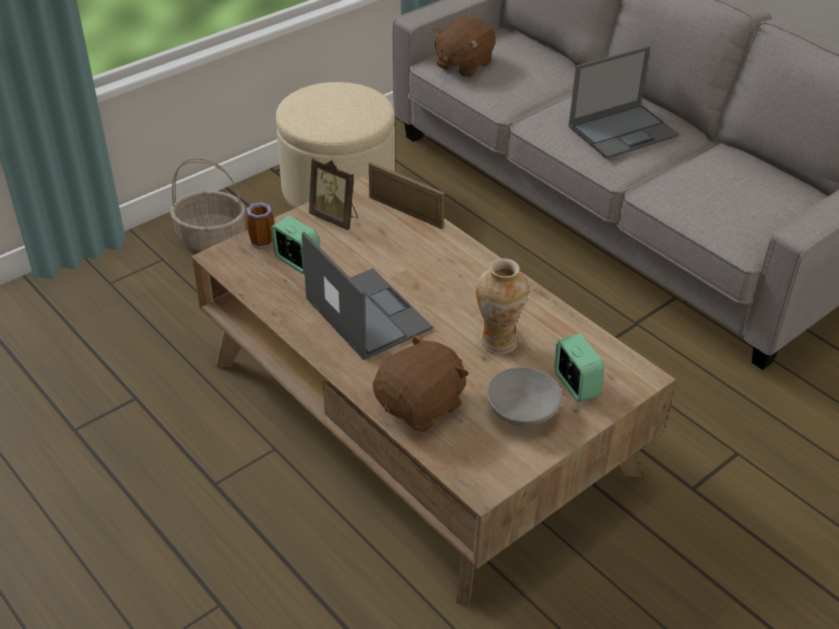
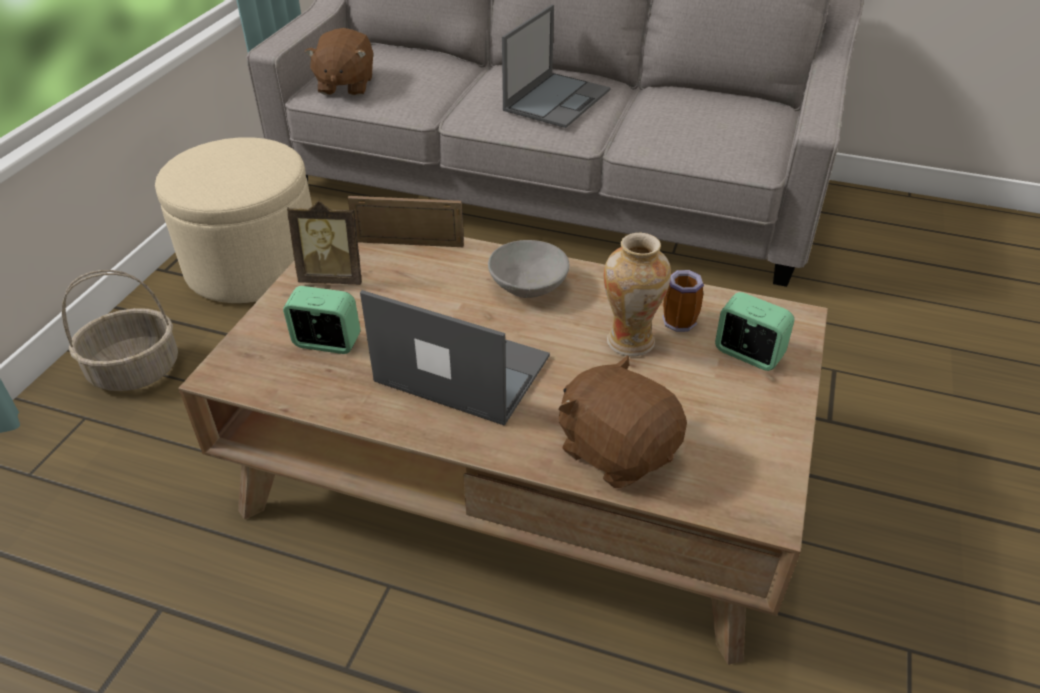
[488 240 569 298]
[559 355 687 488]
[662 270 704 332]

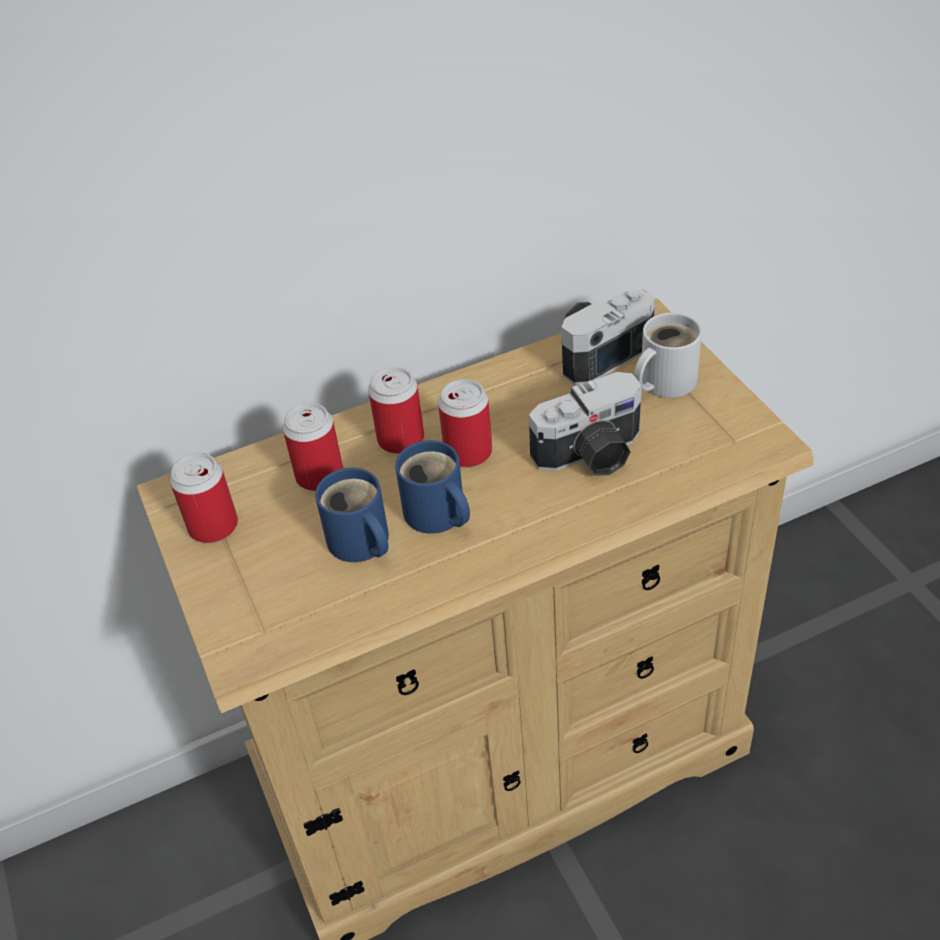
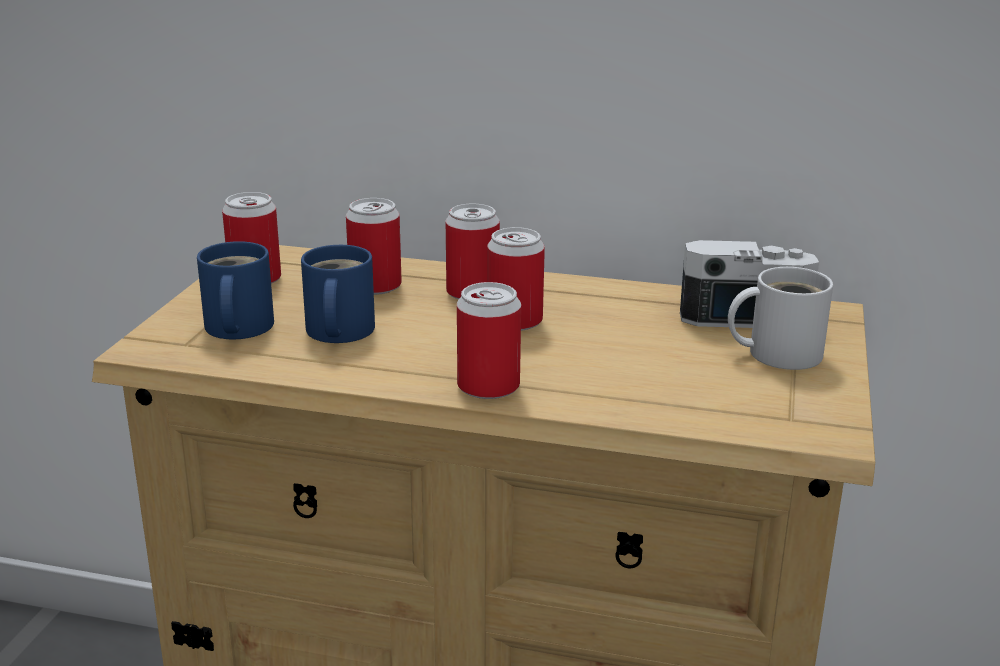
[197 241 274 339]
[457 282 521 399]
[529 372 642 476] (first image)

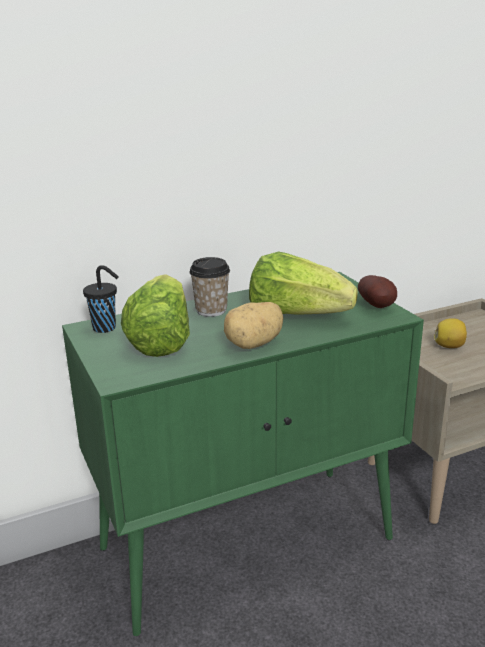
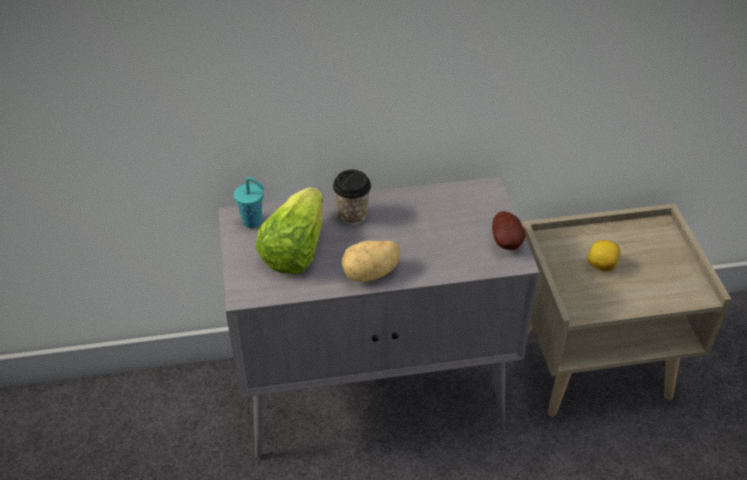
[218 177 540 458]
[234 177 265 228]
[249 251 358 315] (first image)

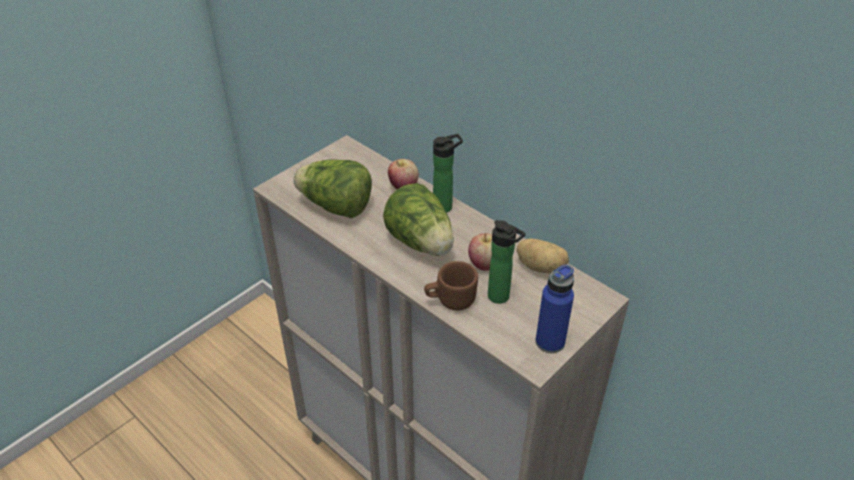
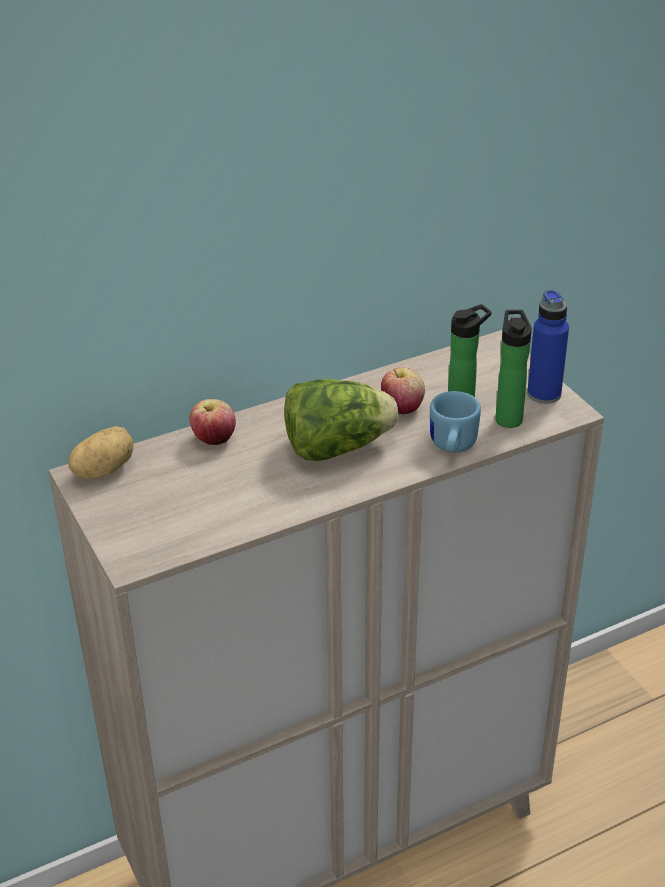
[68 426 134 479]
[430 391 481 452]
[495 310 532 428]
[294 159 372 218] (first image)

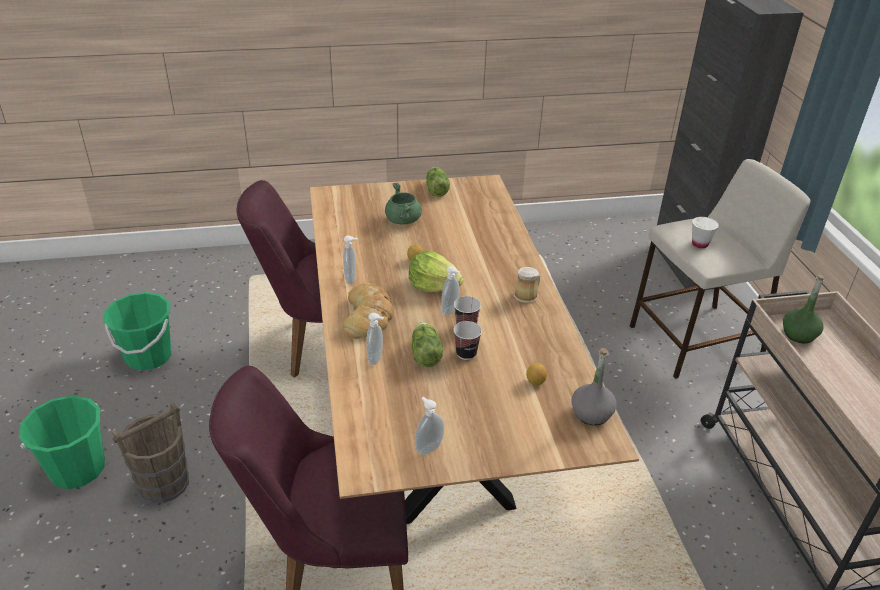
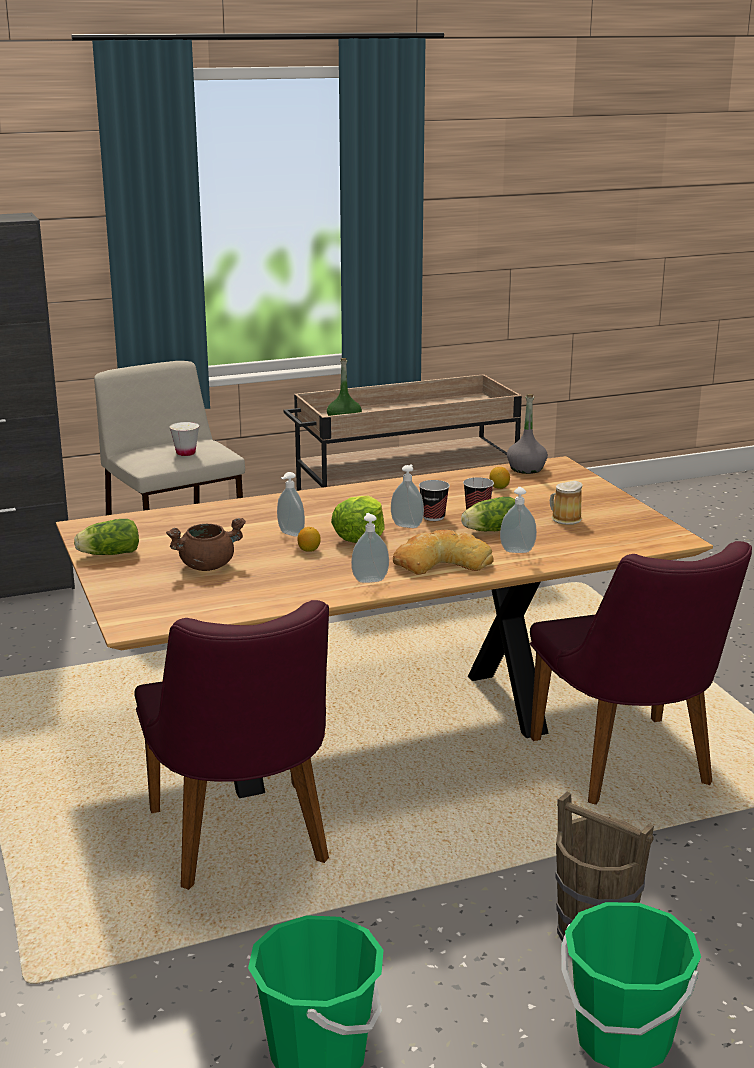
[166 518 246 571]
[277 472 305 537]
[550 481 583 525]

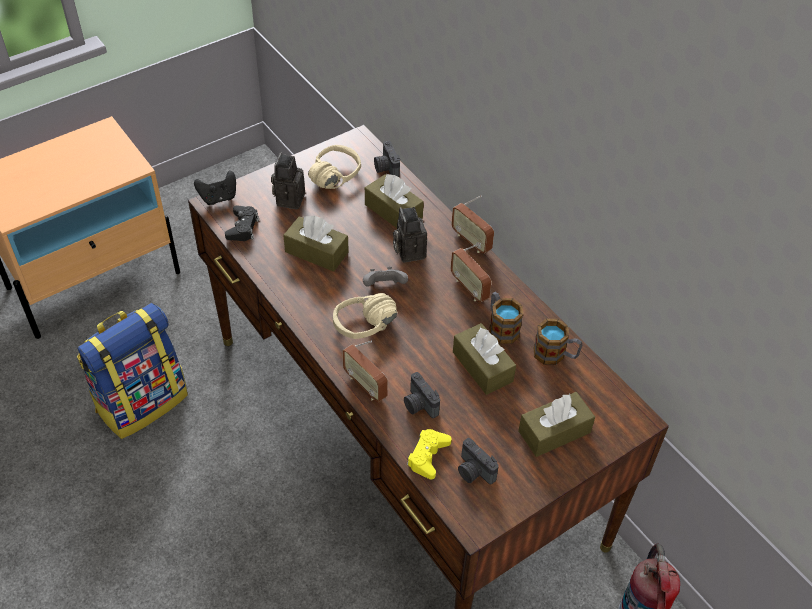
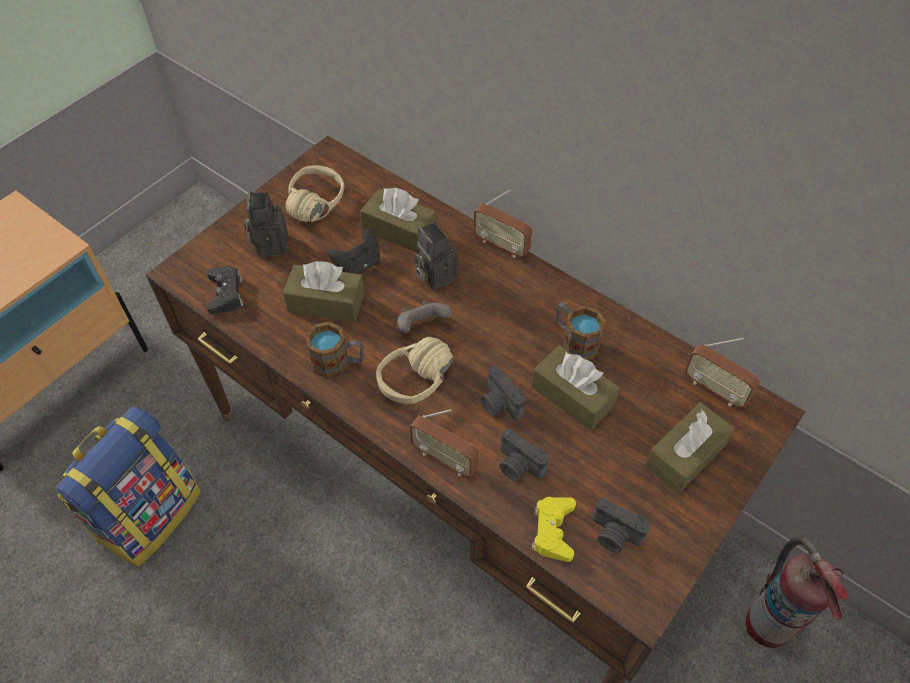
[305 322 364 379]
[328 228 380 274]
[481 366 525 420]
[685 338 760 408]

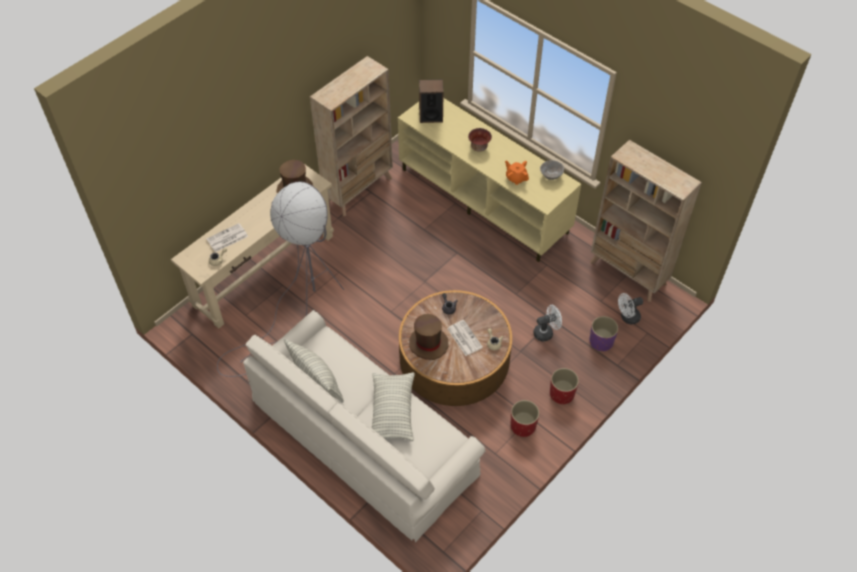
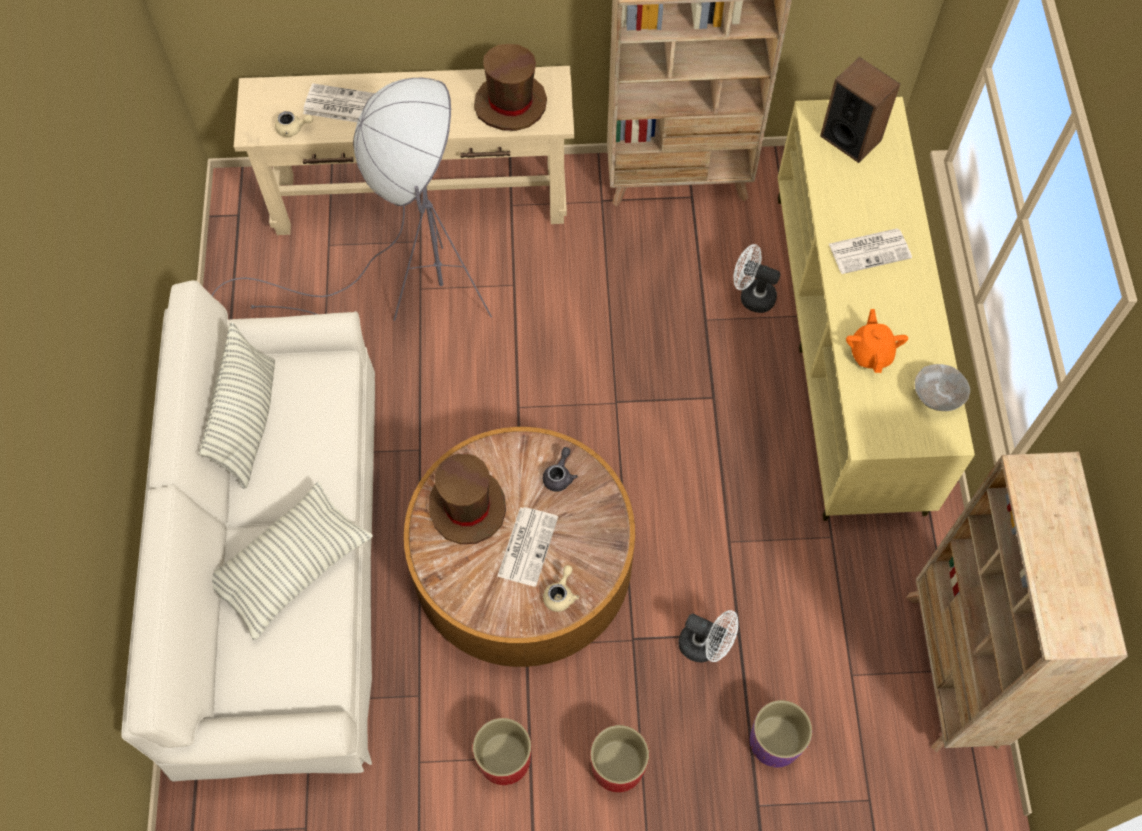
[733 244 780 313]
[829 228 912 274]

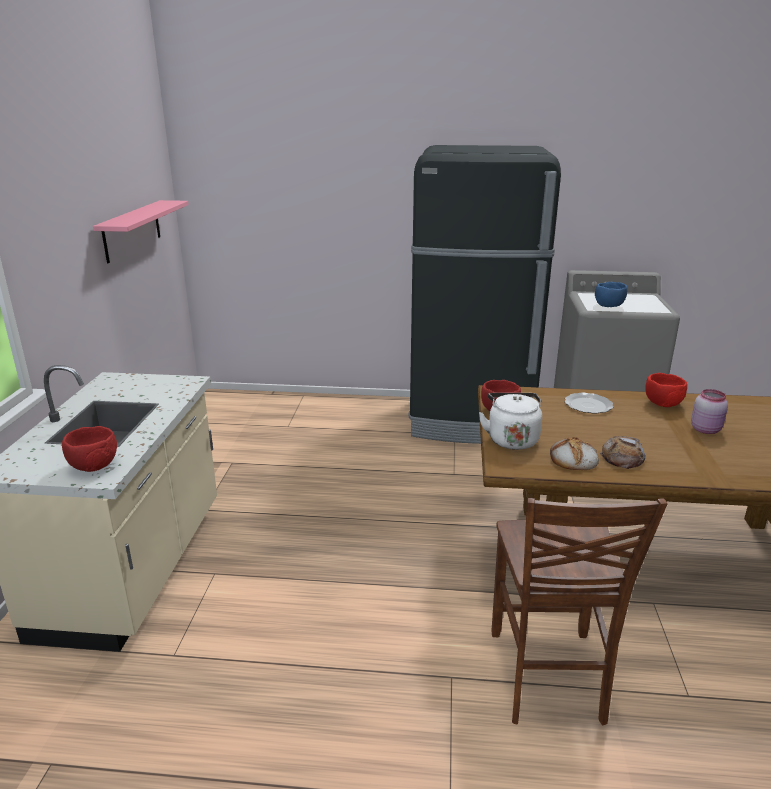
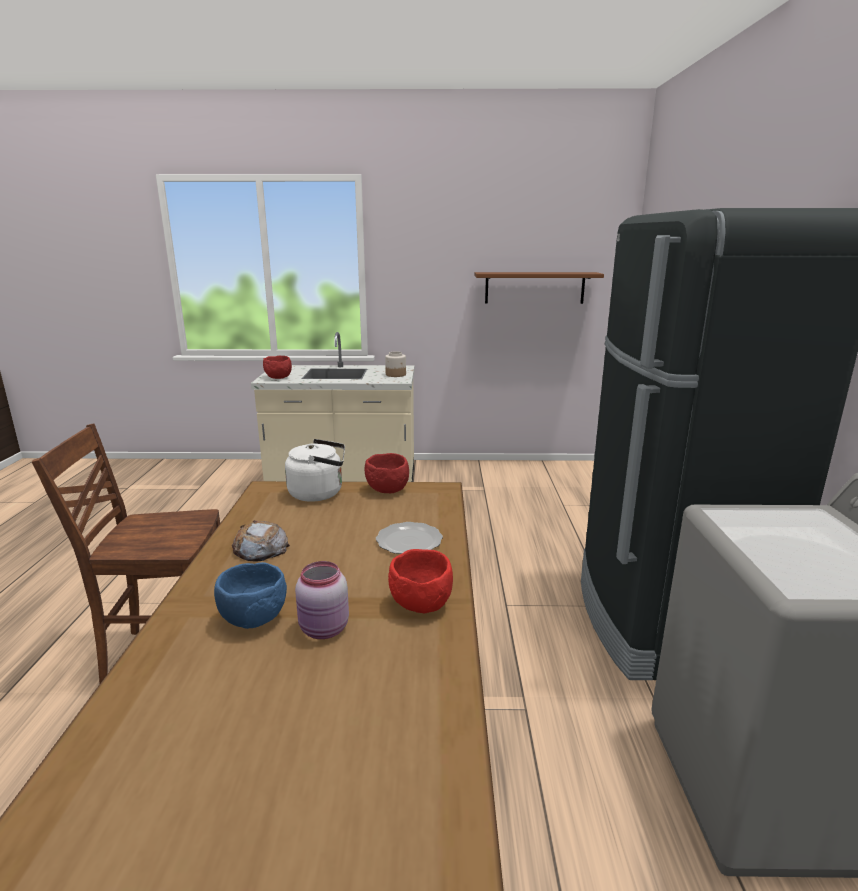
[214 562 287 629]
[385 352 406 377]
[475 272 604 304]
[550 437 599 470] (first image)

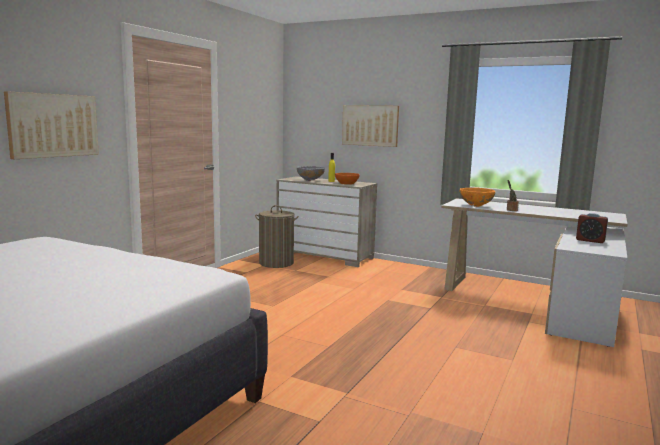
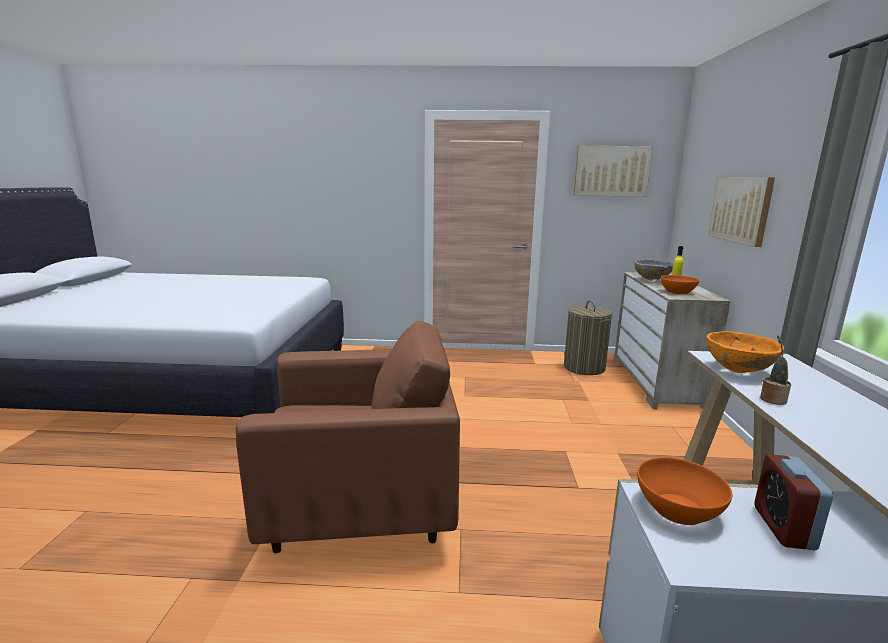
[236 321 460 553]
[574 146 653 197]
[637 457 732 525]

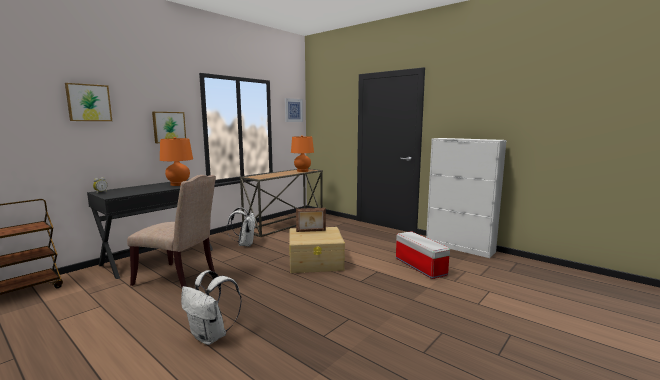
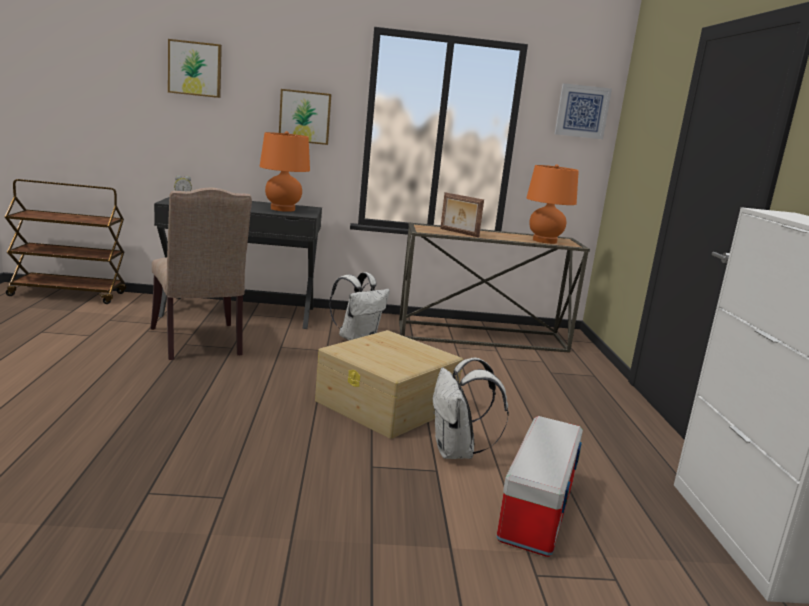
[433 358 509 459]
[440 192 484 237]

